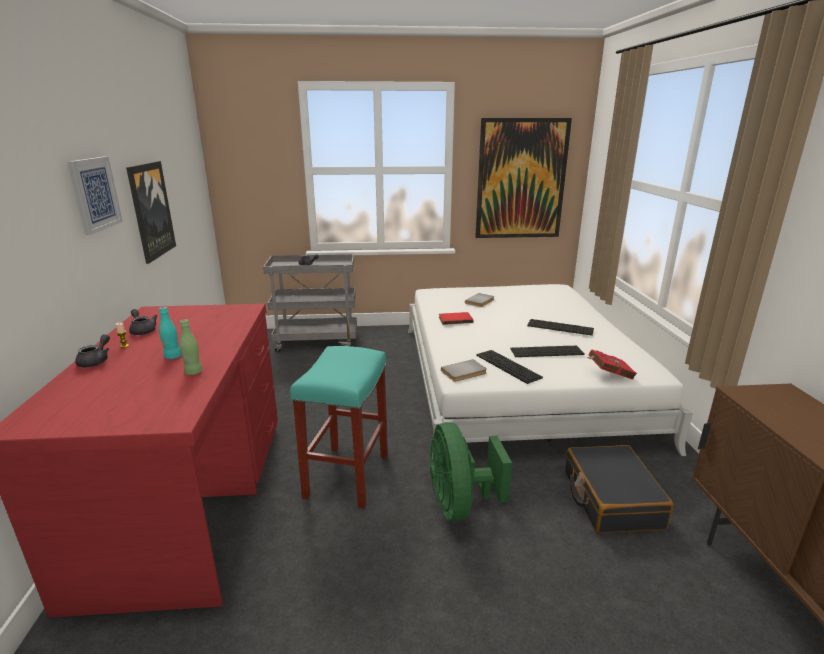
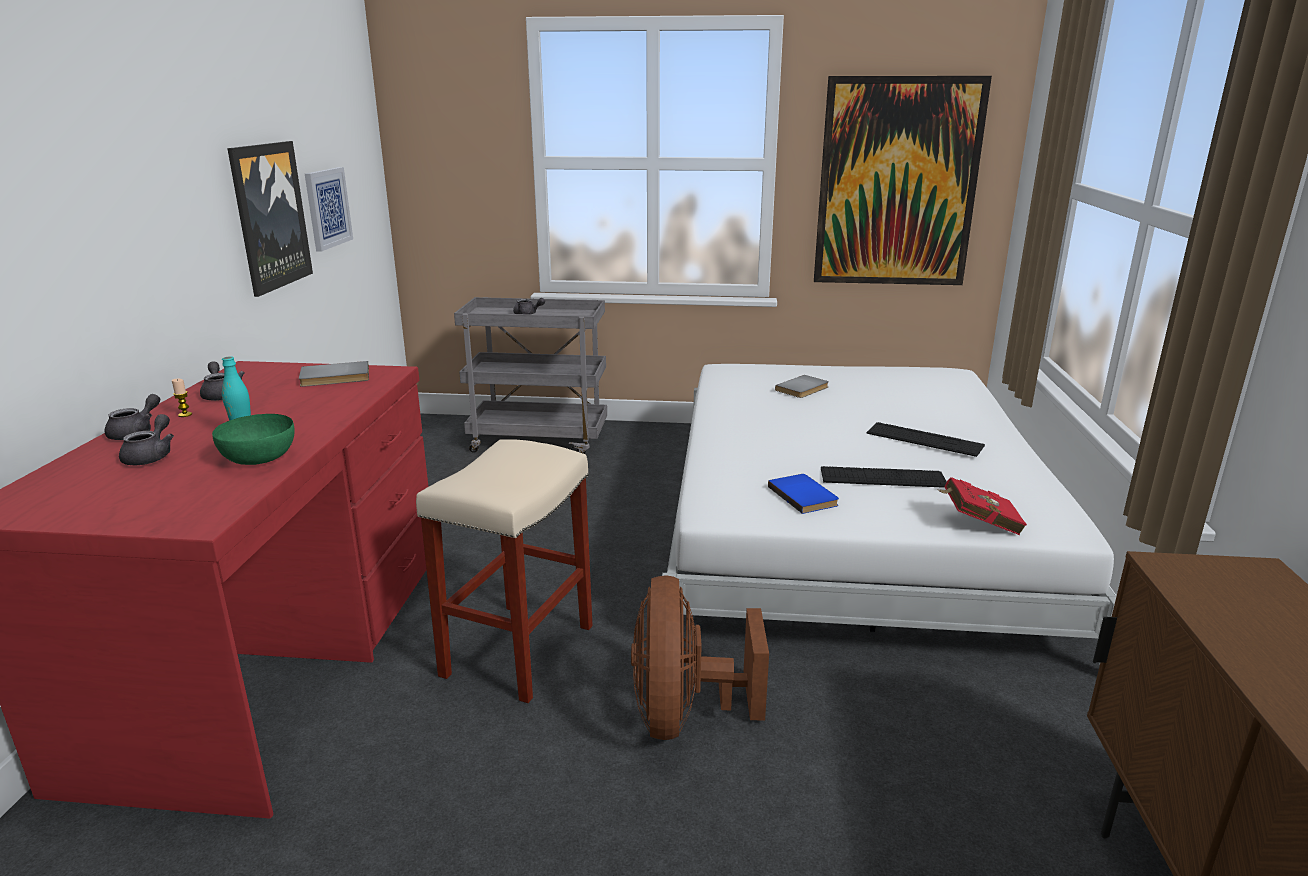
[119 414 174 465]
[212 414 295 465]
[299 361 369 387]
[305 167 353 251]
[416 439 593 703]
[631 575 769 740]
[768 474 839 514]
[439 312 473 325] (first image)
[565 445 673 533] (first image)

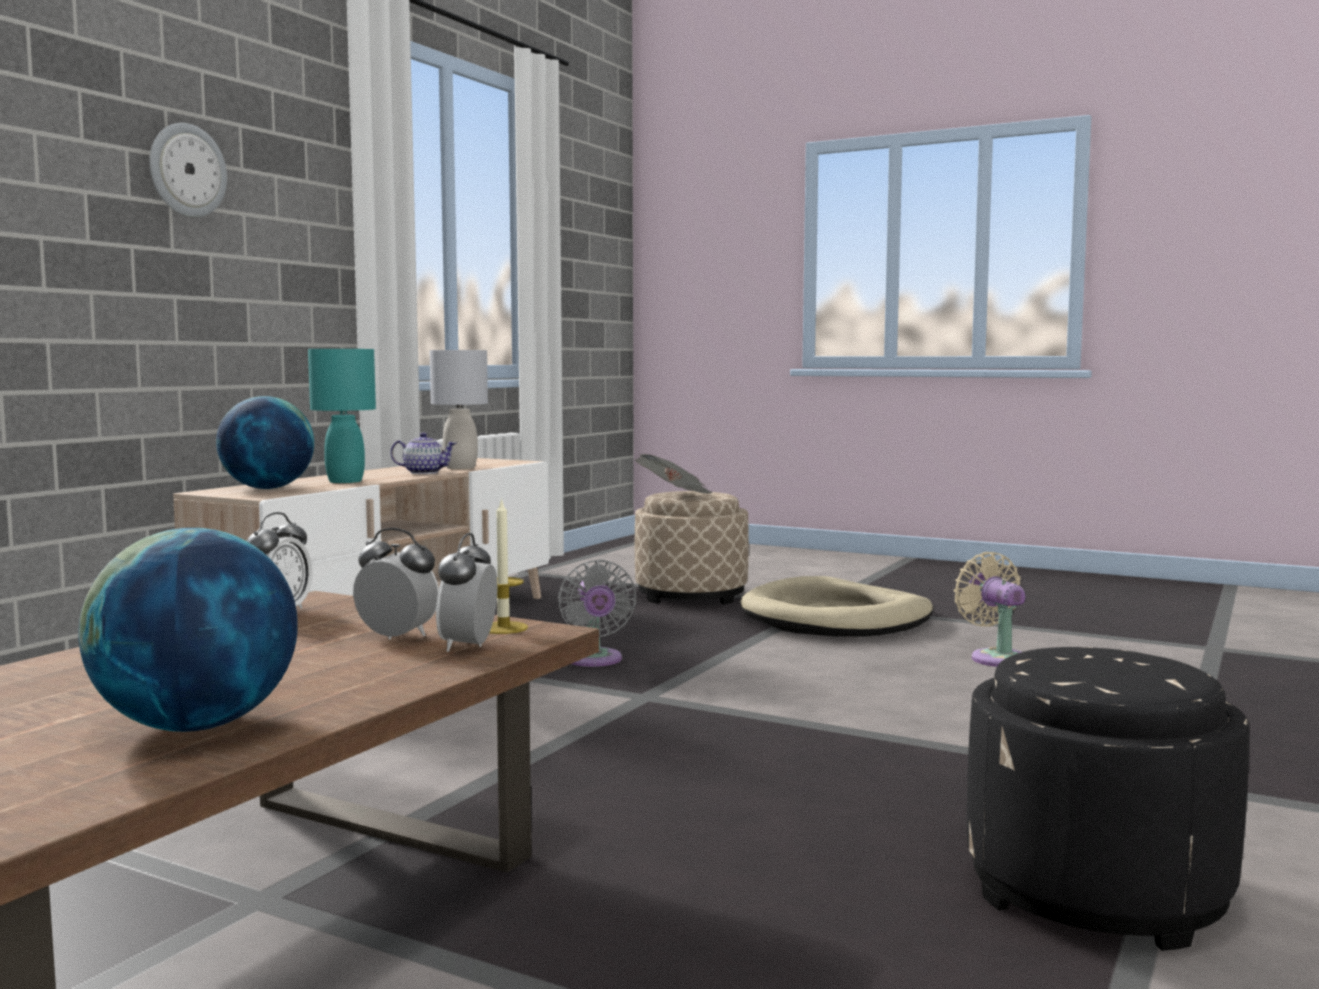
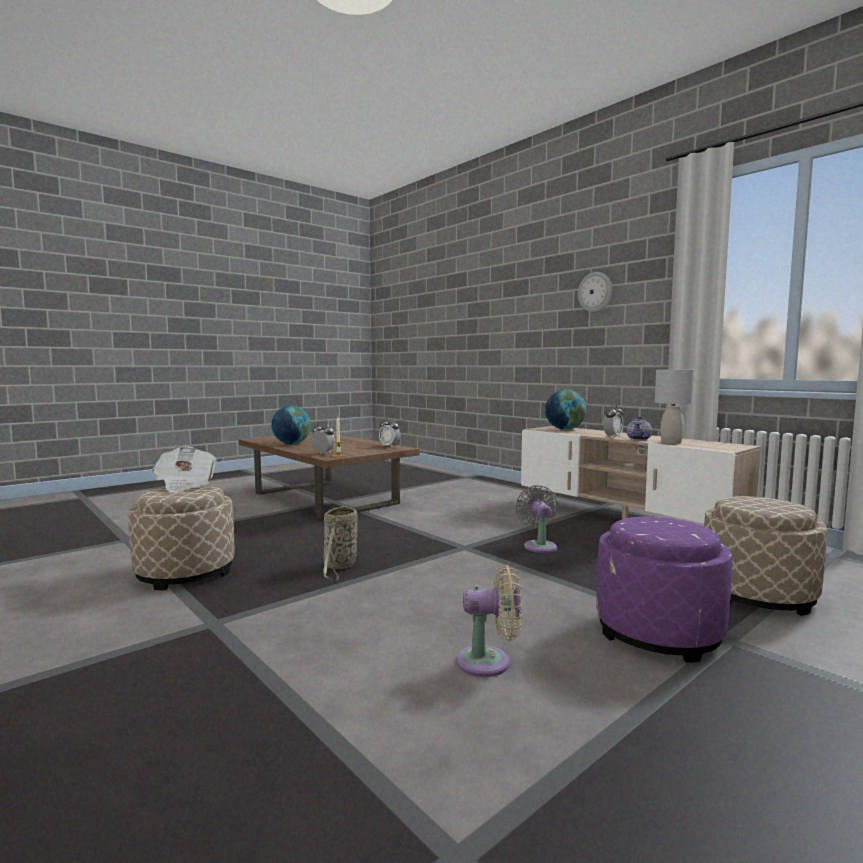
[128 485 234 590]
[152 446 217 492]
[323 505 358 581]
[516 485 558 553]
[597 517 732 663]
[603 404 624 438]
[308 349 376 483] (first image)

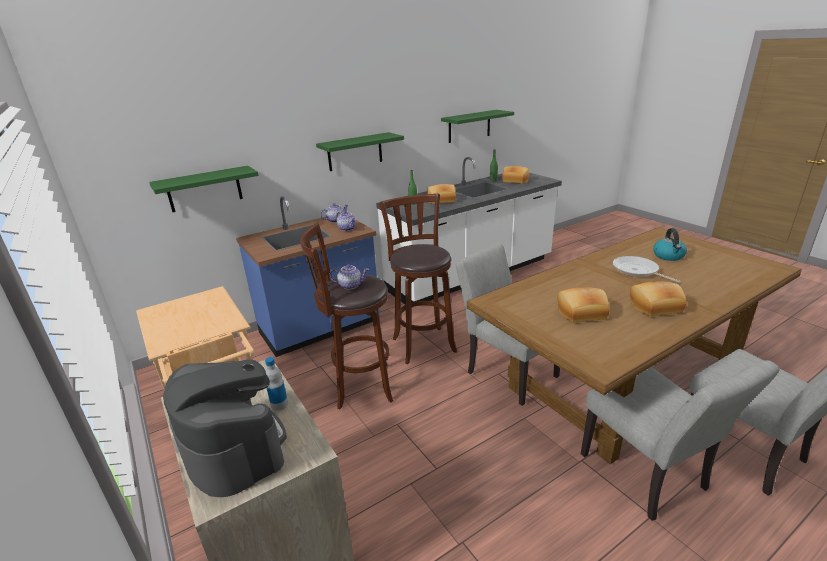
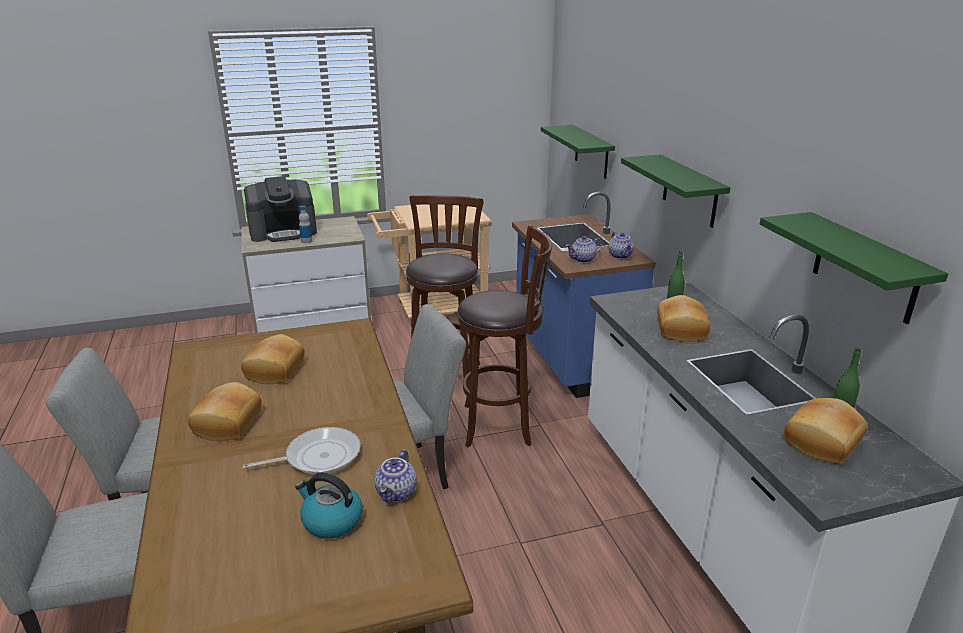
[374 449 417 503]

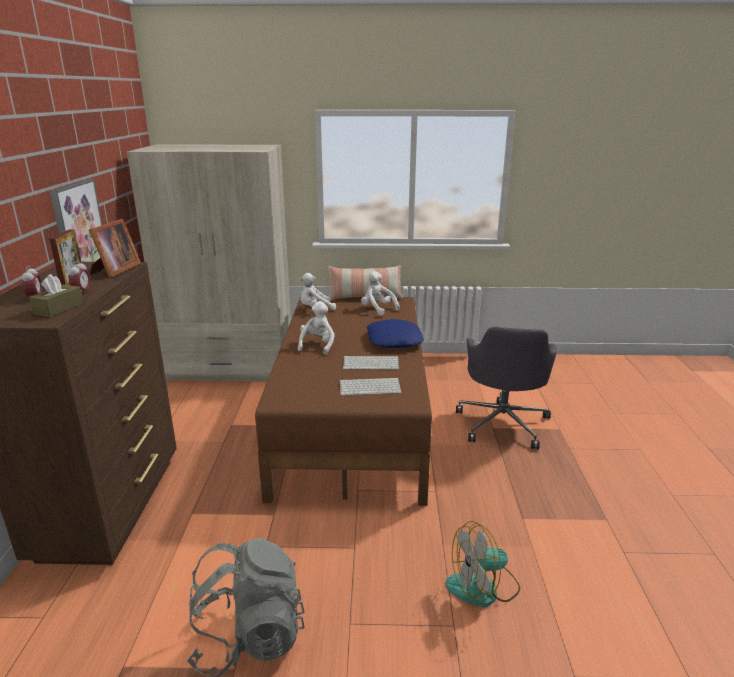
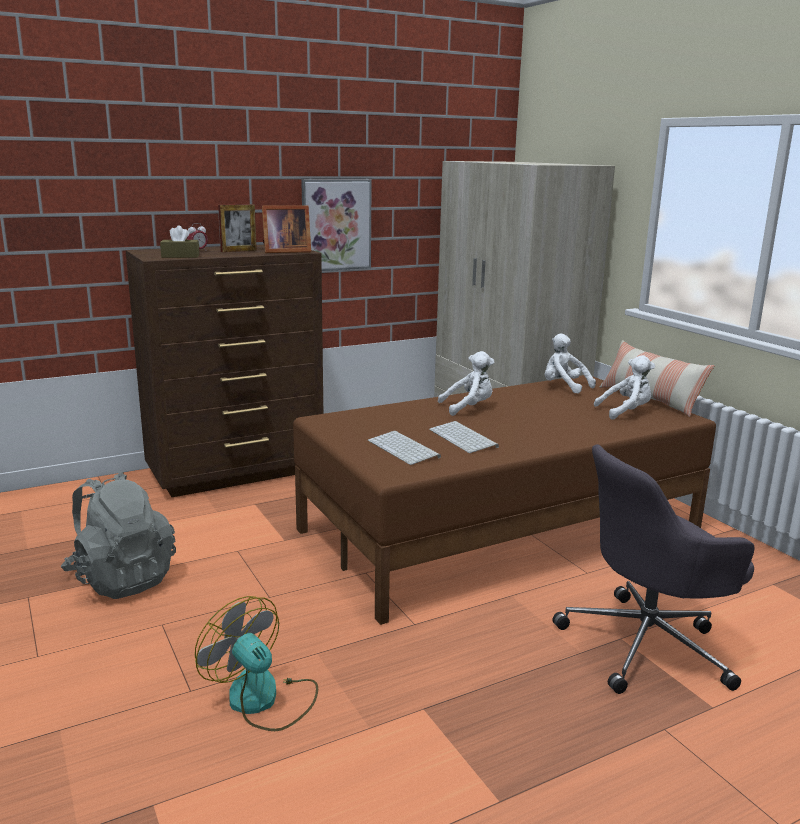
[594 355 655 420]
[68 261 91 294] (first image)
[367 319 424 348] (first image)

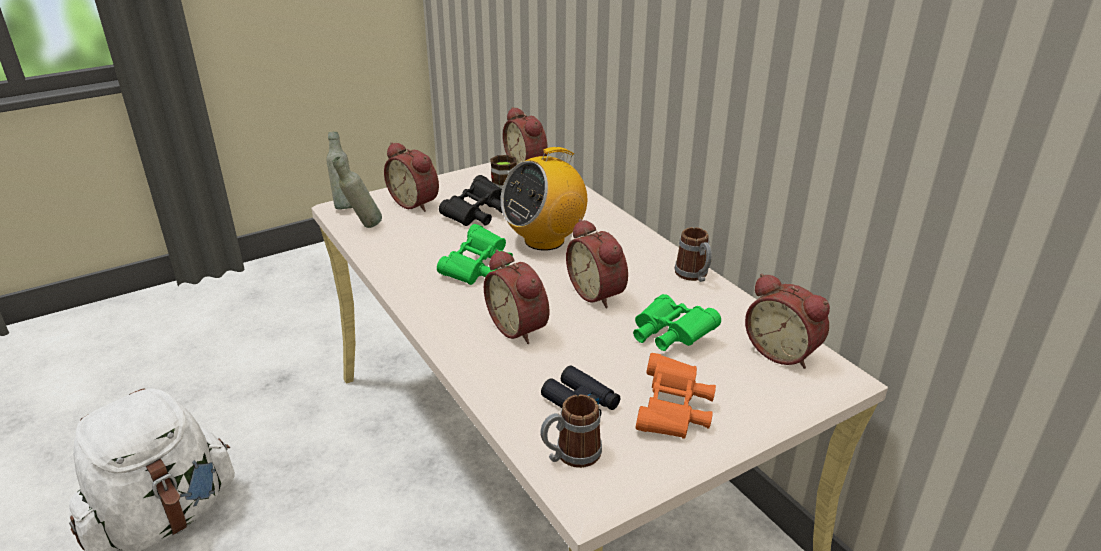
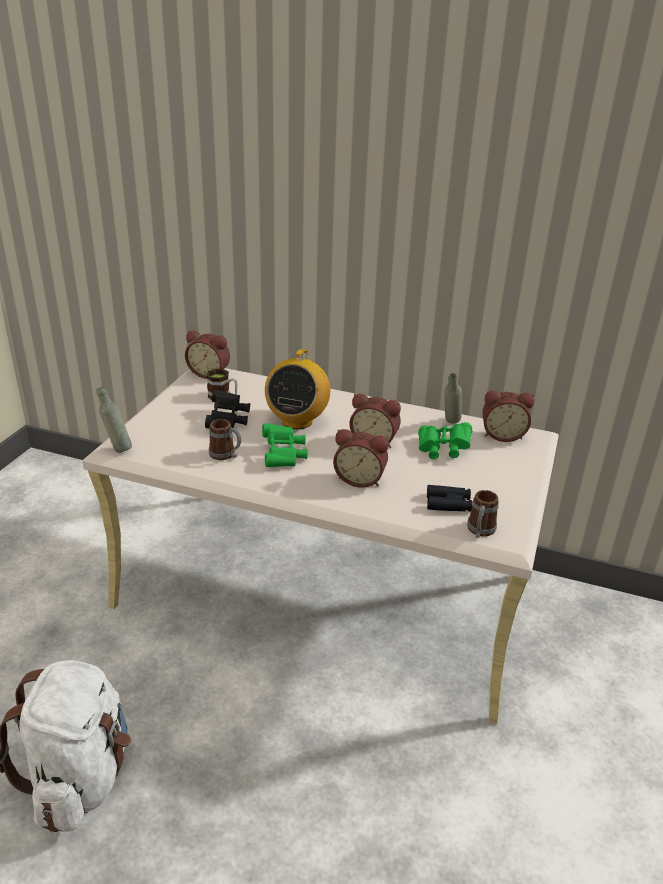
[209 419 241 460]
[444 373 462 424]
[384 142 439 212] (first image)
[636 353 716 439] (first image)

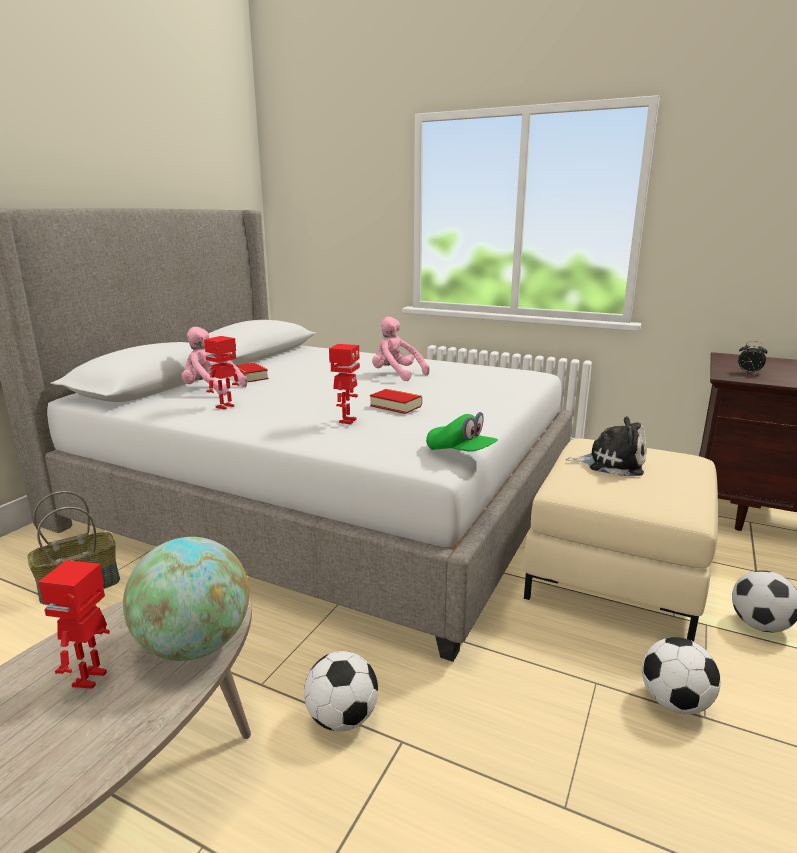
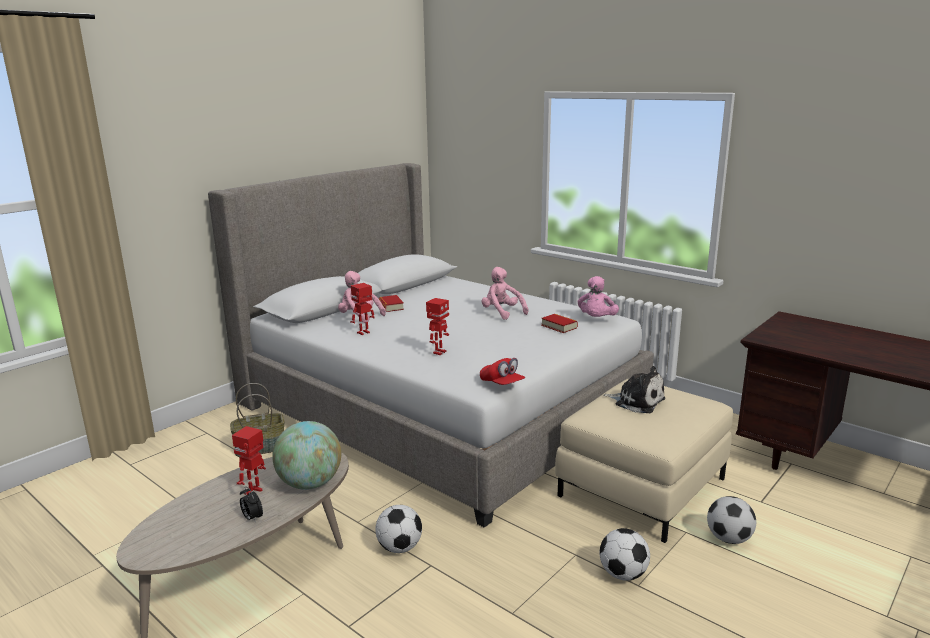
[240 486 263 523]
[480 358 525 385]
[541 314 578 333]
[578 276 619 317]

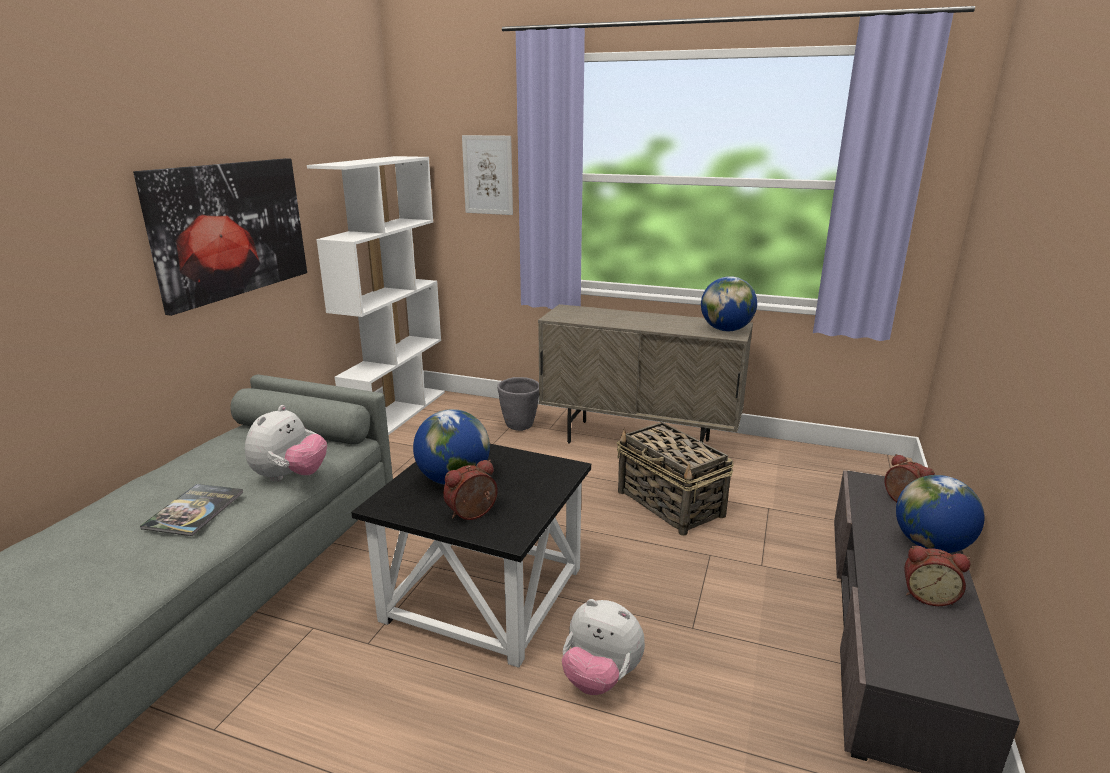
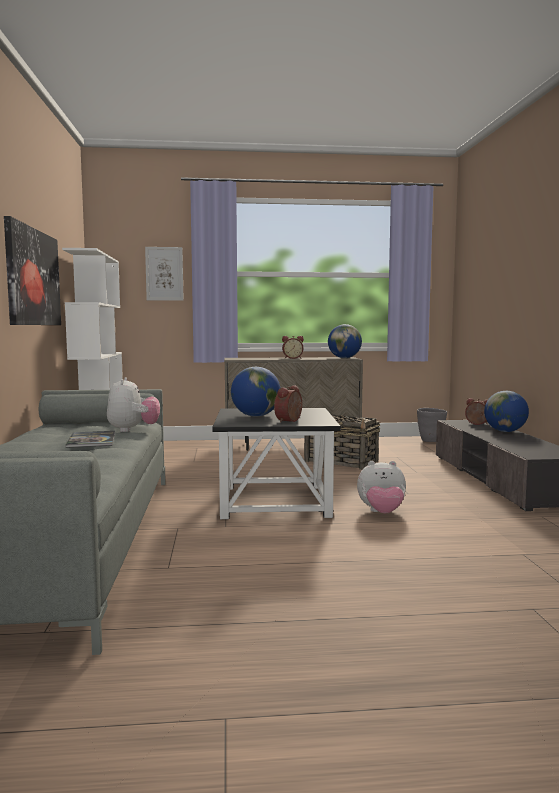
[282 336 304 359]
[417 408 447 442]

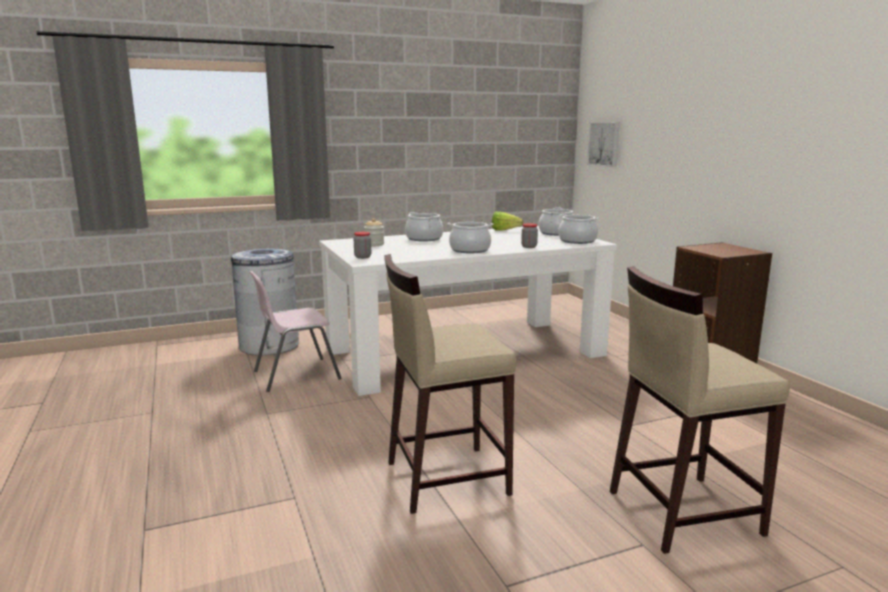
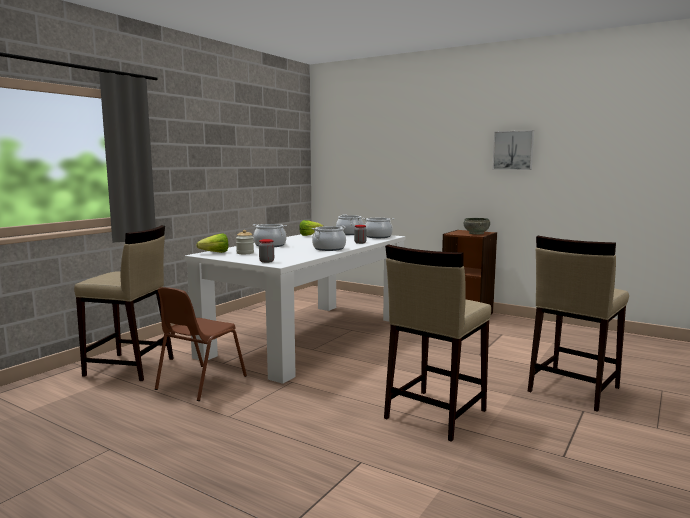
[74 225 174 381]
[155 287 247 401]
[196 234 228 253]
[464 218 490 235]
[492 130 534 170]

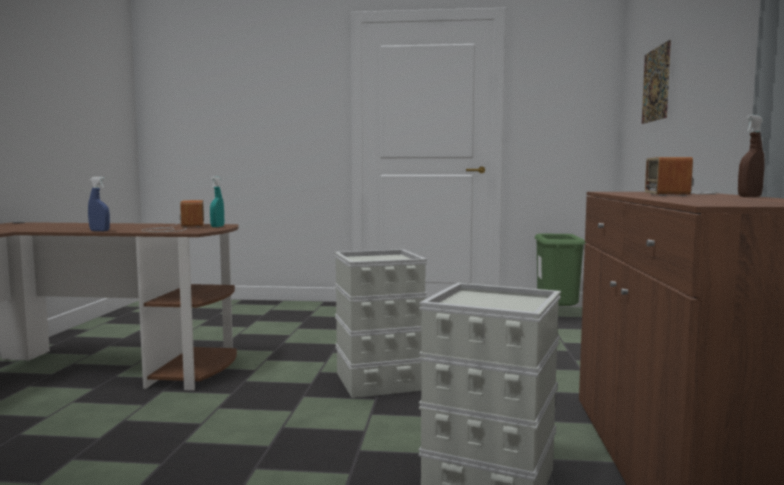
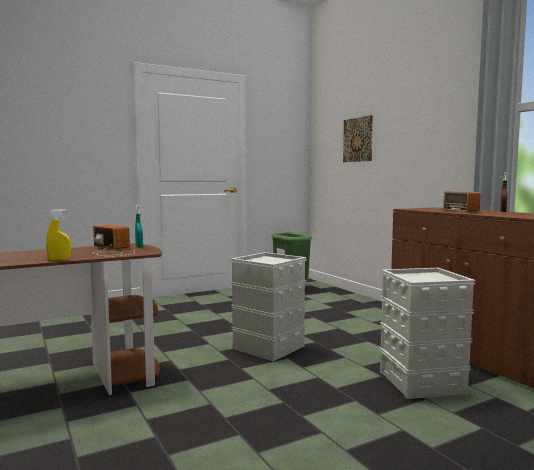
[46 209 71 260]

